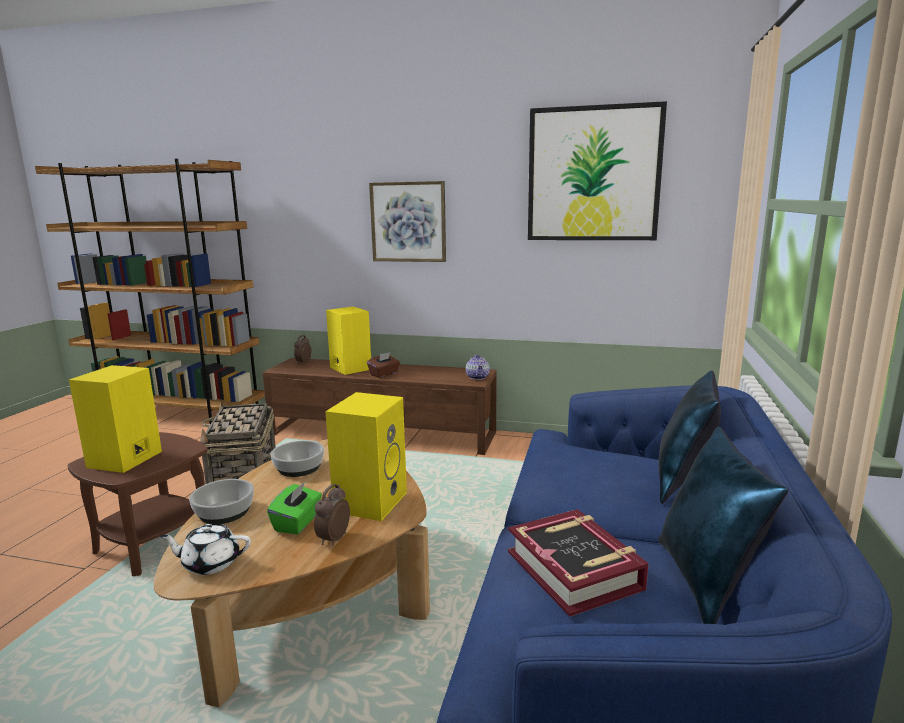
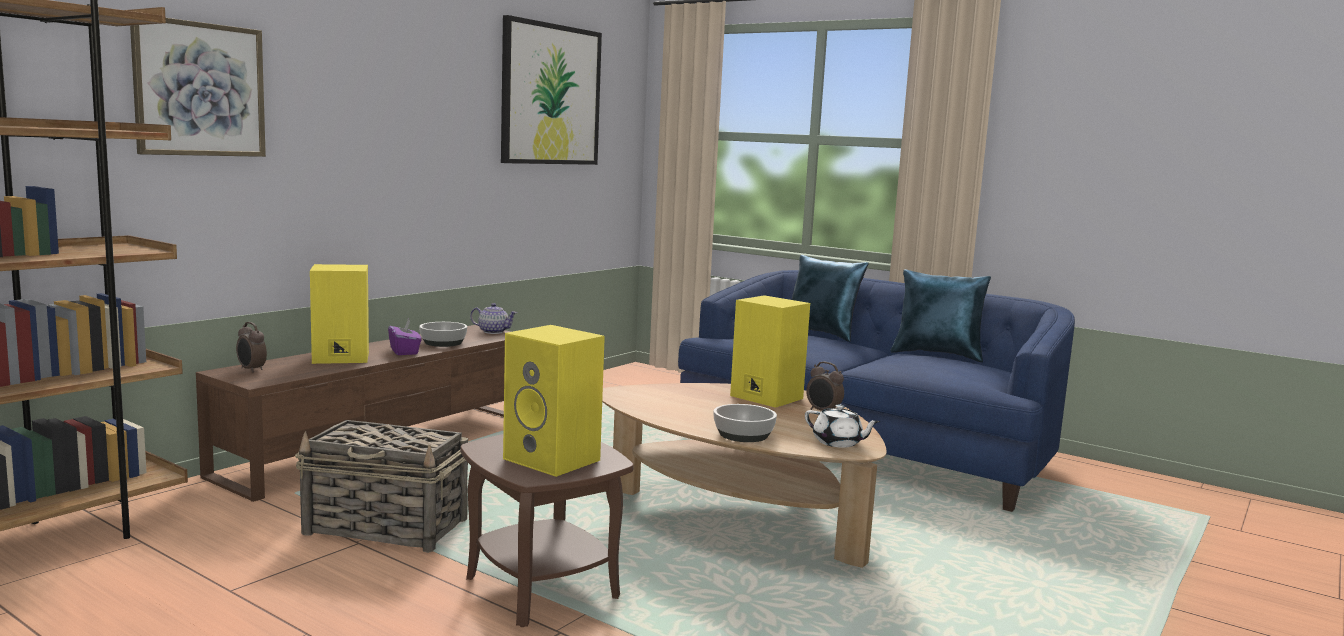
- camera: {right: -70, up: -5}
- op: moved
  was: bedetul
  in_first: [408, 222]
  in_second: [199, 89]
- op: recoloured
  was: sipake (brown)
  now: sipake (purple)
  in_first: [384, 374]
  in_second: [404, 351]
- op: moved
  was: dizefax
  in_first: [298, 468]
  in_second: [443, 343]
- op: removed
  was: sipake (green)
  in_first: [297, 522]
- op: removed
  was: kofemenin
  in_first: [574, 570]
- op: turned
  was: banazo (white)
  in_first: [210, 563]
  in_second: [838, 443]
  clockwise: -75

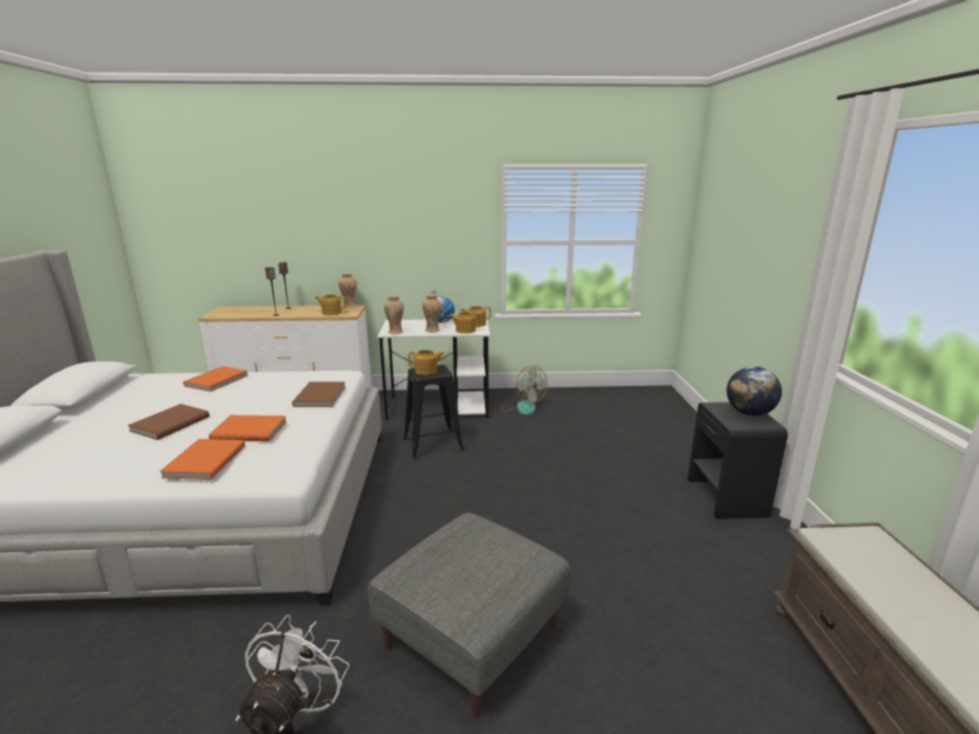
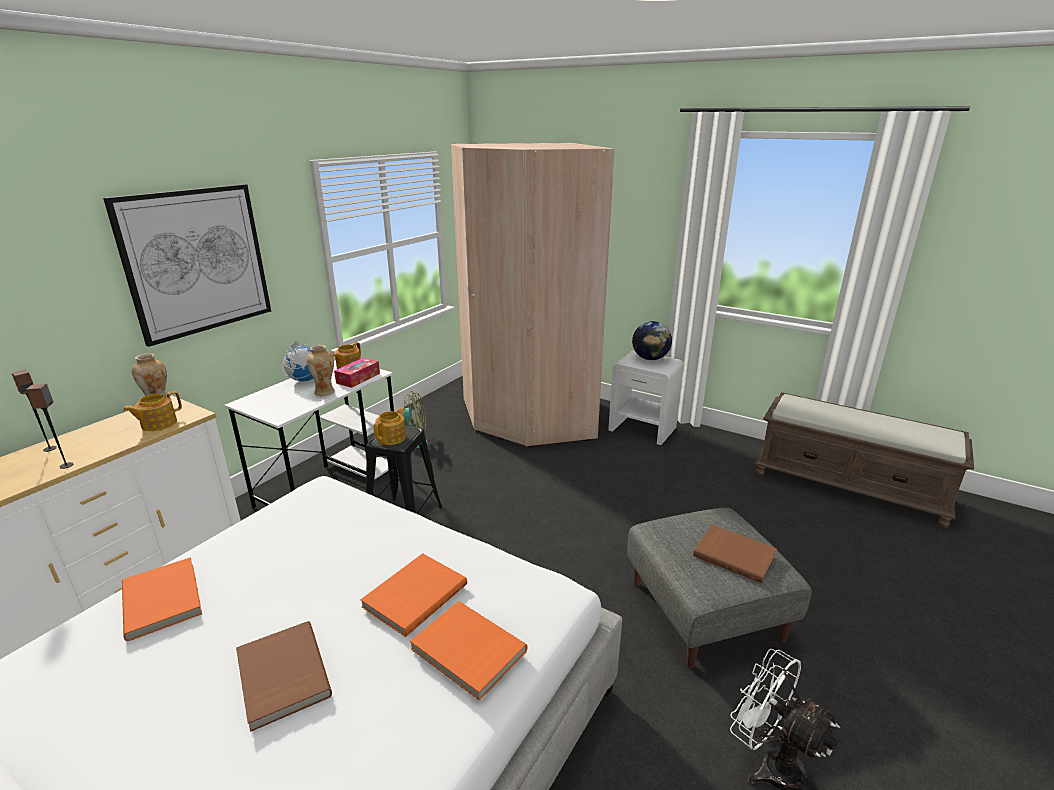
- camera: {right: -55, up: 5}
- op: removed
  was: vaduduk
  in_first: [395, 332]
- op: replaced
  was: banazo
  now: sipake
  in_first: [465, 330]
  in_second: [358, 378]
- op: moved
  was: kofemenin (brown)
  in_first: [321, 396]
  in_second: [735, 555]
- op: recoloured
  was: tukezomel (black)
  now: tukezomel (white)
  in_first: [726, 497]
  in_second: [643, 429]
- op: added
  now: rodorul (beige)
  in_second: [529, 417]
- op: added
  now: bedetul
  in_second: [196, 261]

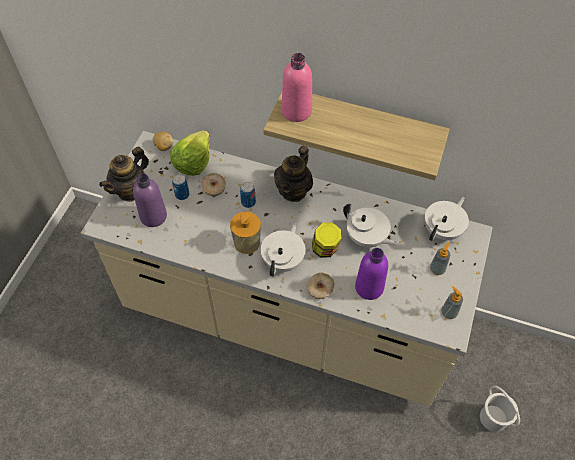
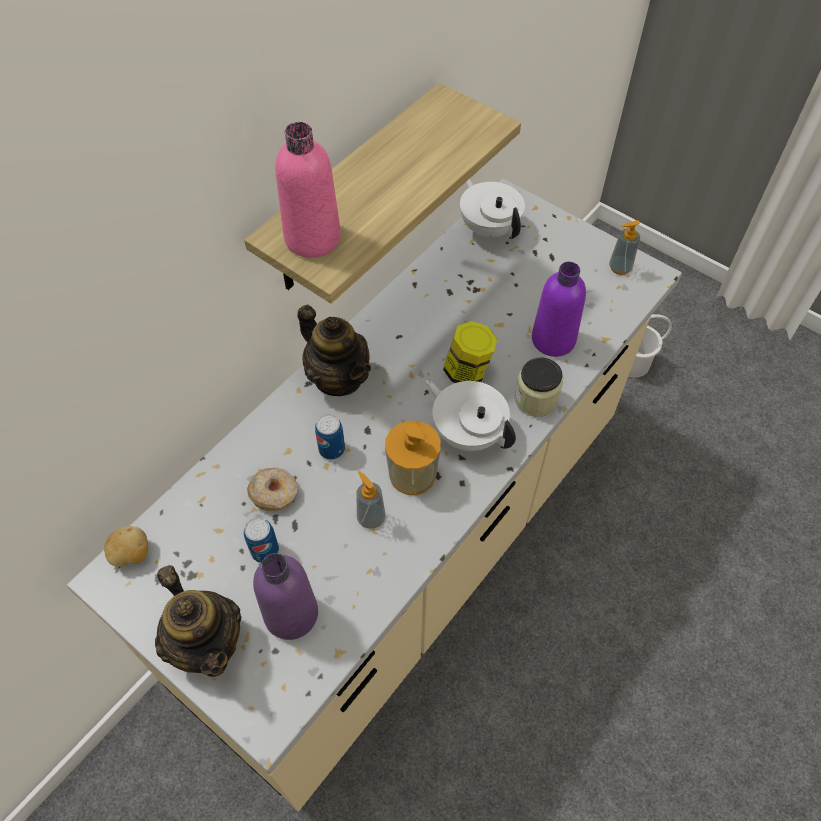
- camera: {right: -70, up: 0}
- op: removed
  was: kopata
  in_first: [193, 162]
- op: removed
  was: banazo (white)
  in_first: [366, 238]
- op: moved
  was: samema
  in_first: [437, 269]
  in_second: [371, 517]
- op: replaced
  was: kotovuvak
  now: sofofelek
  in_first: [320, 288]
  in_second: [536, 399]

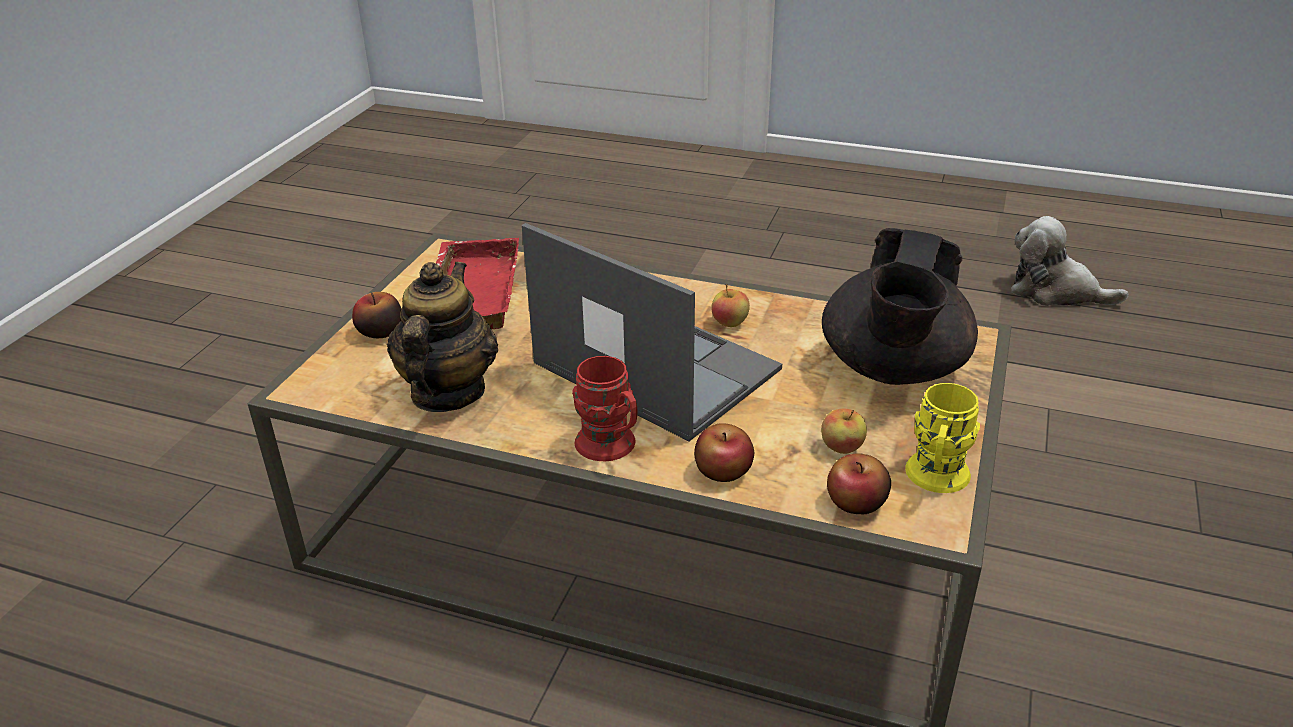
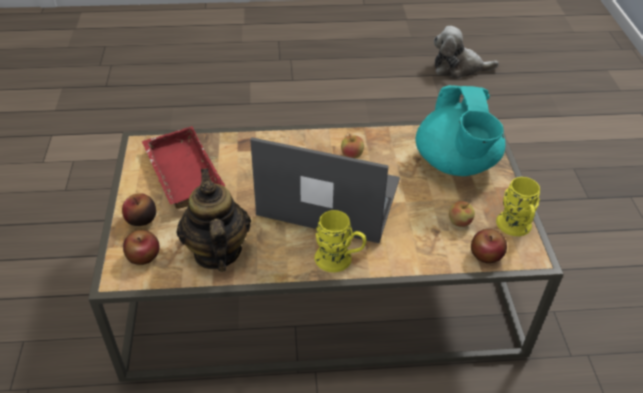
- camera: {right: -25, up: 10}
- op: recoloured
  was: banazo (black)
  now: banazo (turquoise)
  in_first: [892, 370]
  in_second: [456, 164]
- op: recoloured
  was: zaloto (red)
  now: zaloto (yellow)
  in_first: [611, 448]
  in_second: [339, 261]
- op: moved
  was: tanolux
  in_first: [723, 470]
  in_second: [143, 256]

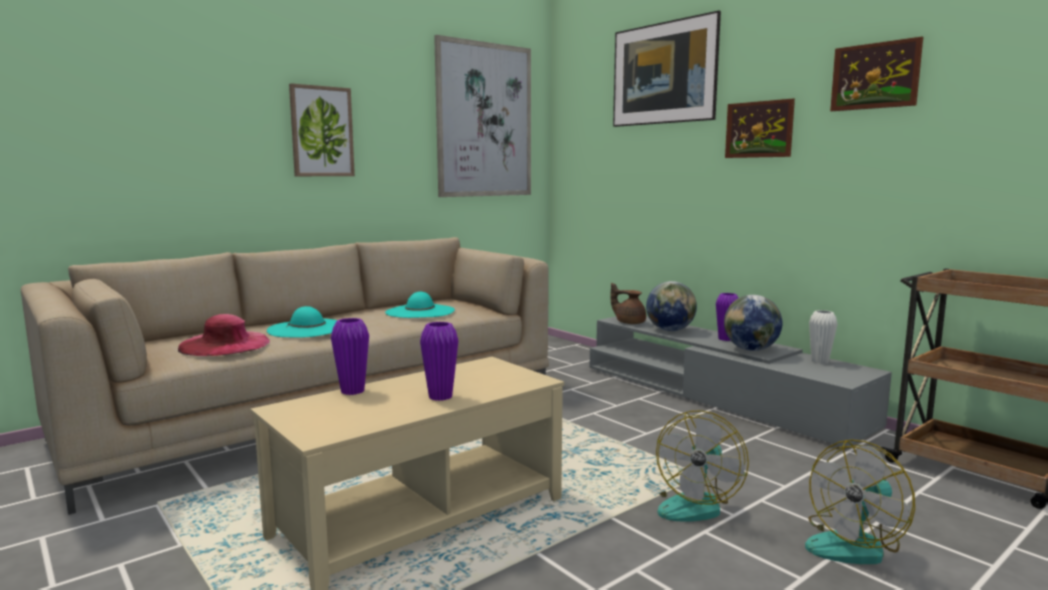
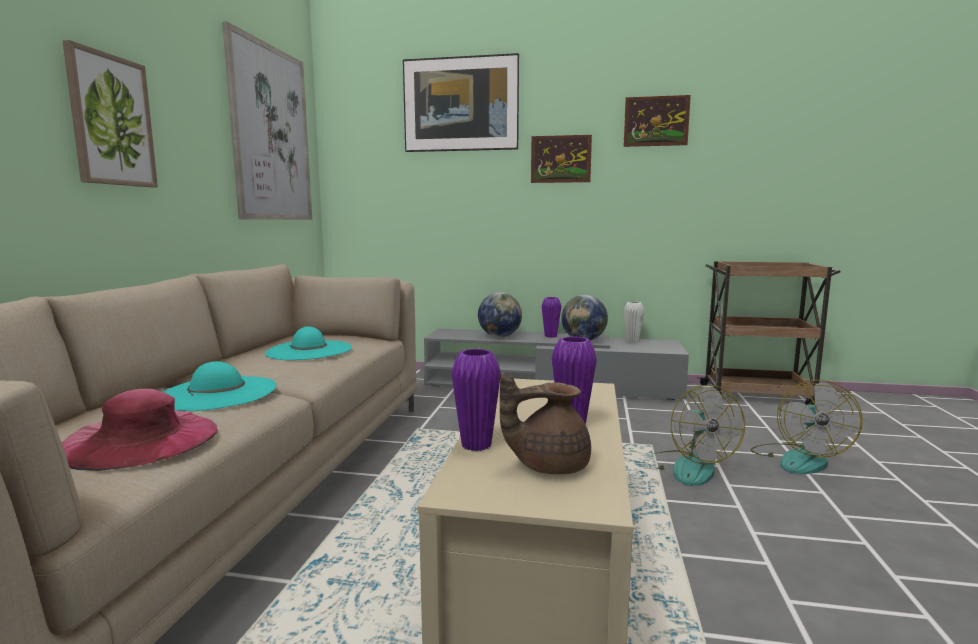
- camera: {right: -40, up: 0}
- op: moved
  was: banazo (brown)
  in_first: [629, 322]
  in_second: [548, 465]

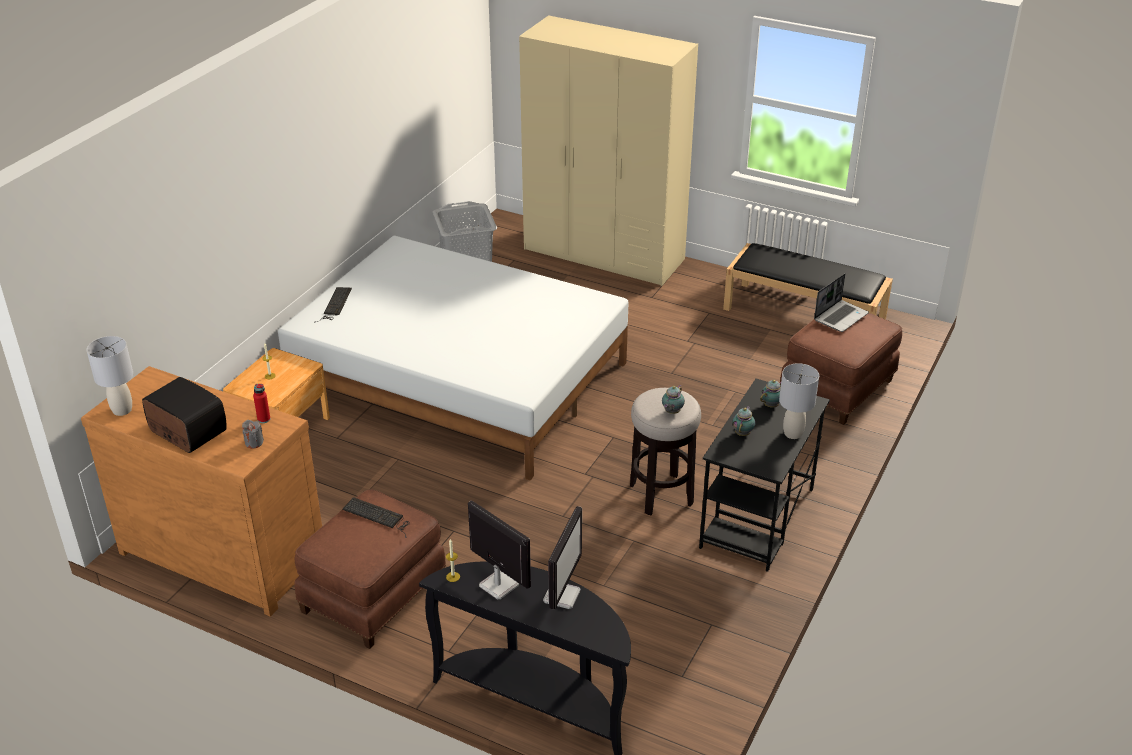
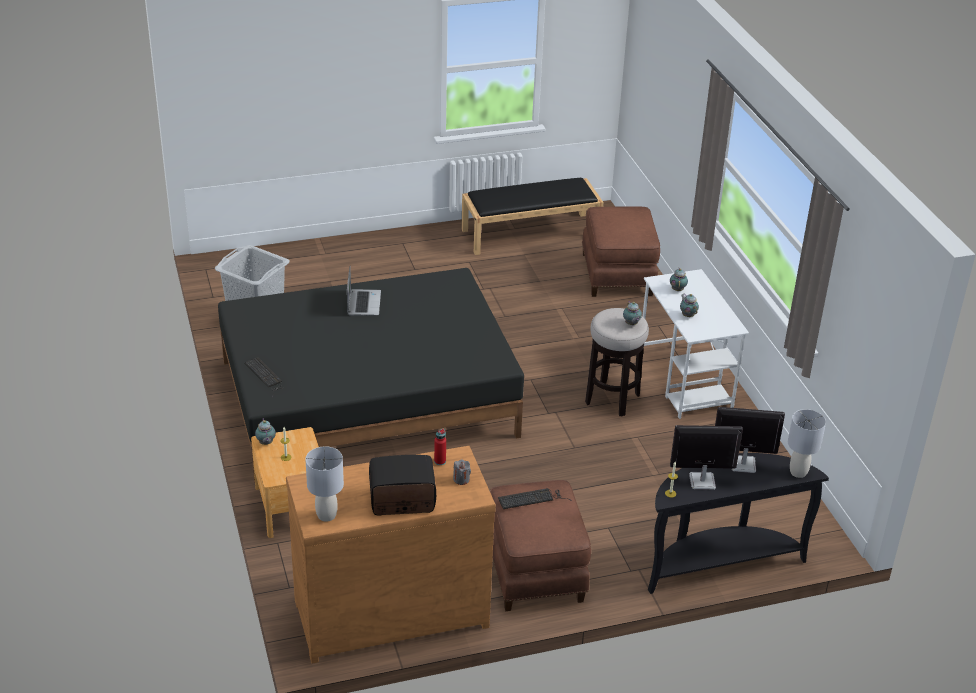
- camera: {right: -45, up: 0}
- op: removed
  was: rodorul (beige)
  in_first: [604, 254]
- op: recoloured
  was: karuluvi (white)
  now: karuluvi (black)
  in_first: [459, 379]
  in_second: [367, 397]
- op: moved
  was: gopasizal
  in_first: [840, 316]
  in_second: [363, 303]
- op: moved
  was: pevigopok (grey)
  in_first: [792, 433]
  in_second: [798, 472]
- op: recoloured
  was: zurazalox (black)
  now: zurazalox (white)
  in_first: [757, 519]
  in_second: [685, 381]
- op: turned
  was: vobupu
  in_first: [562, 595]
  in_second: [742, 464]
  clockwise: -60
- op: added
  now: banazo
  in_second: [266, 443]

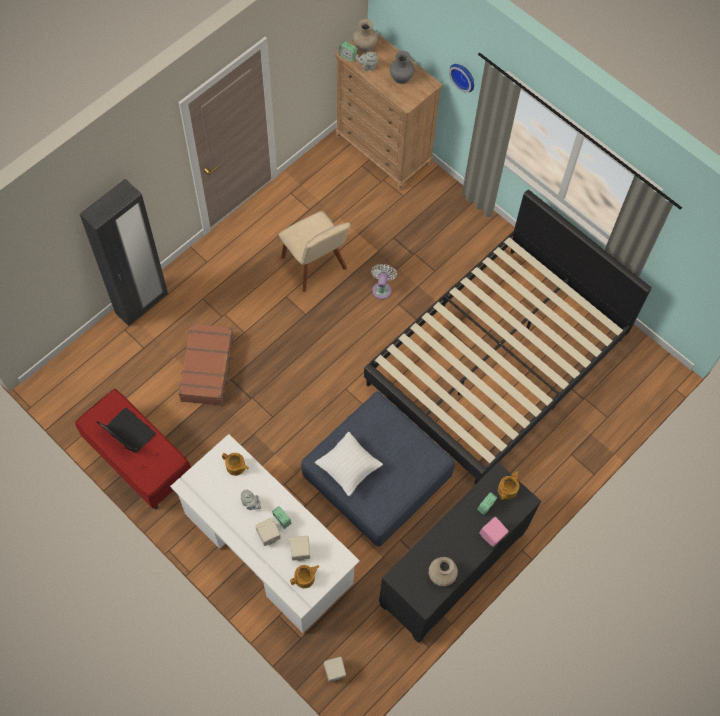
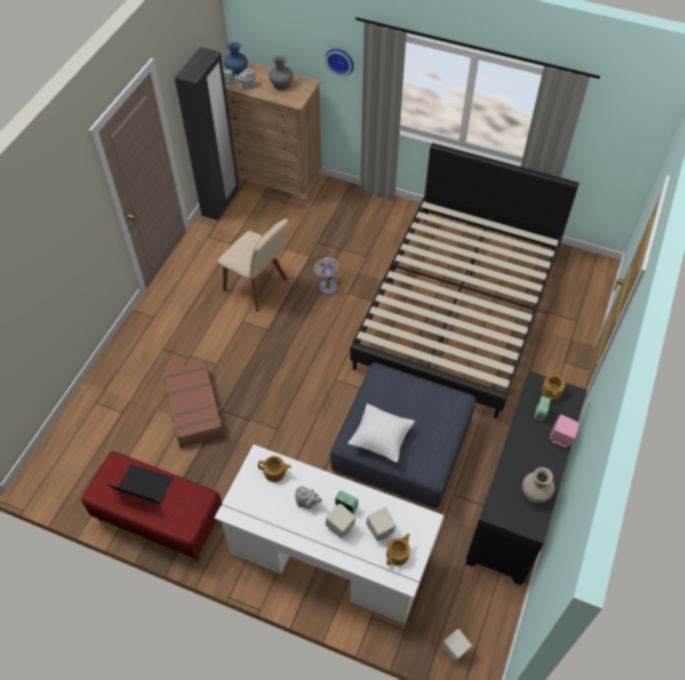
- camera: {right: -20, up: -10}
- op: recoloured
  was: vaduduk (beige)
  now: vaduduk (blue)
  in_first: [364, 46]
  in_second: [237, 72]
- op: moved
  was: rodorul (black)
  in_first: [142, 304]
  in_second: [221, 202]

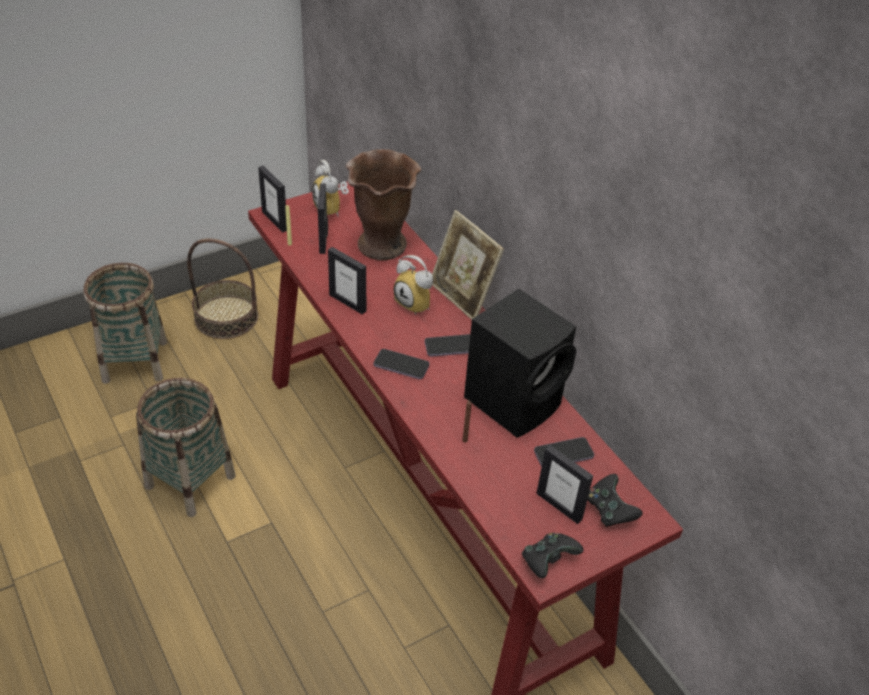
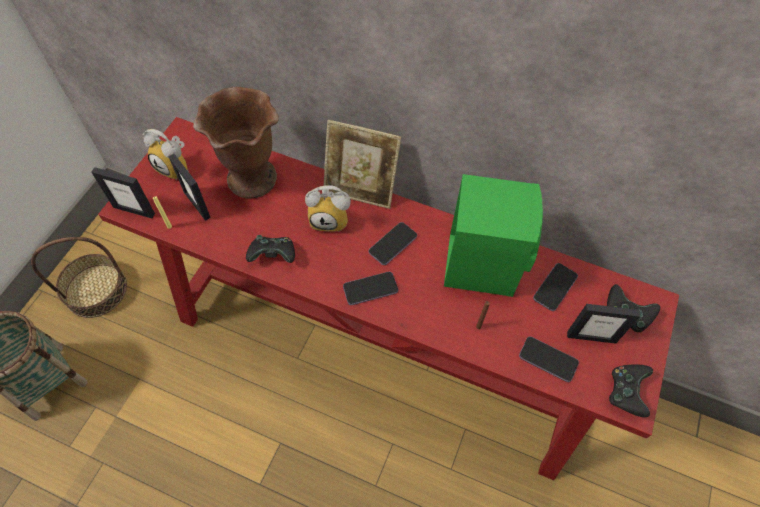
- camera: {right: -35, up: 15}
- op: replaced
  was: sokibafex
  now: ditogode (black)
  in_first: [348, 303]
  in_second: [273, 255]
- op: recoloured
  was: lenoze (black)
  now: lenoze (green)
  in_first: [515, 400]
  in_second: [482, 262]
- op: removed
  was: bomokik
  in_first: [190, 481]
- op: added
  now: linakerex
  in_second: [548, 359]

